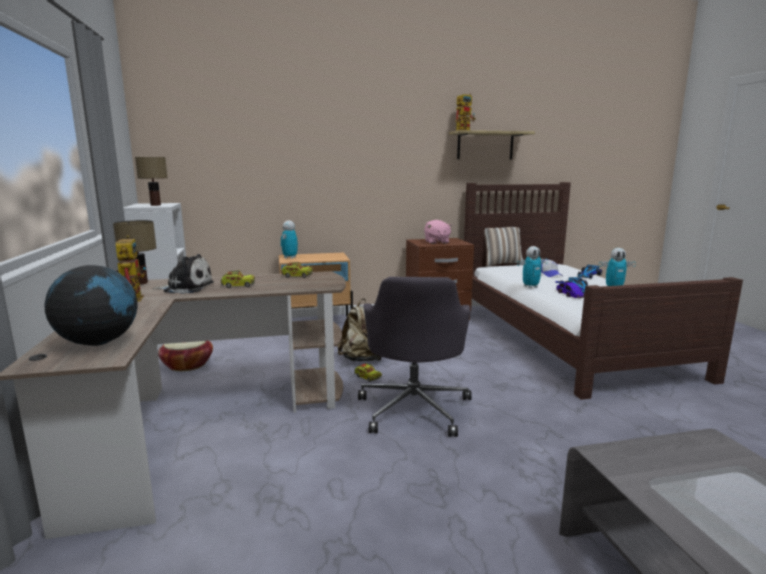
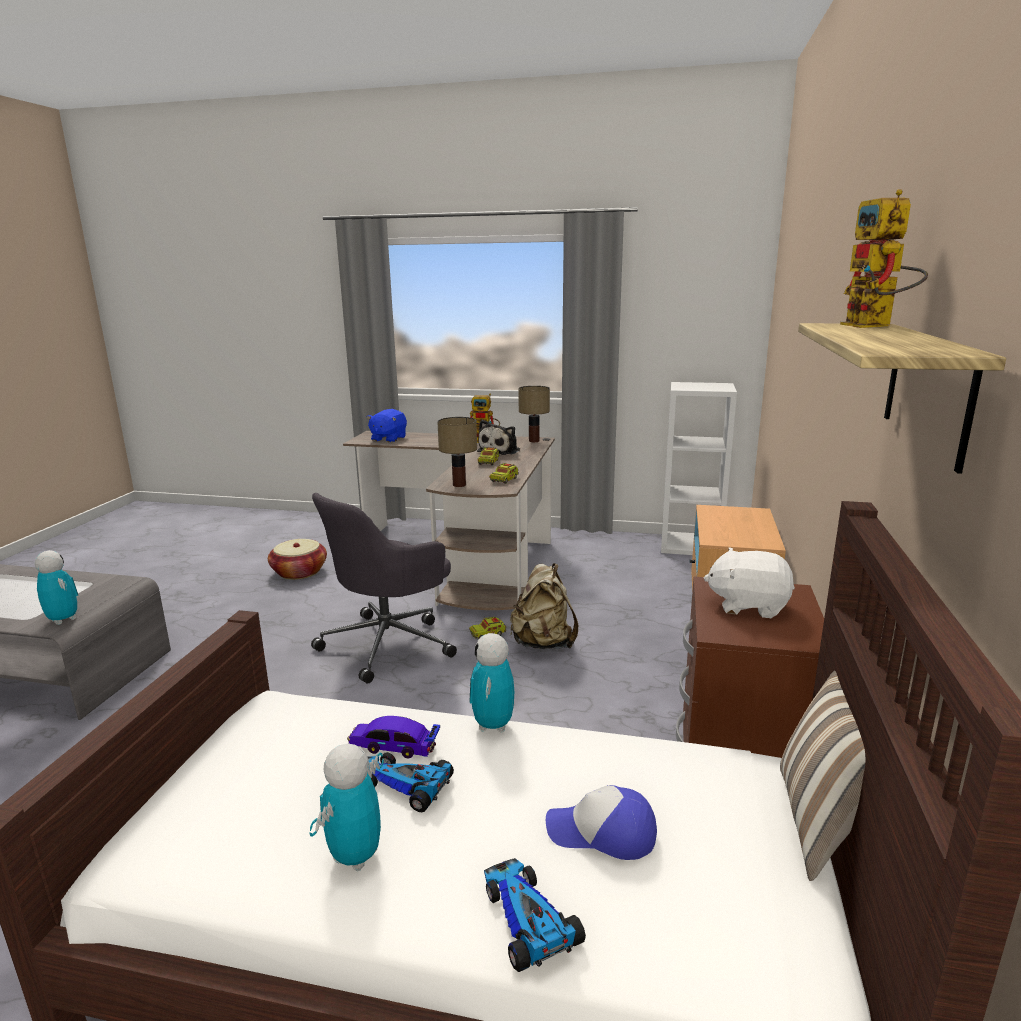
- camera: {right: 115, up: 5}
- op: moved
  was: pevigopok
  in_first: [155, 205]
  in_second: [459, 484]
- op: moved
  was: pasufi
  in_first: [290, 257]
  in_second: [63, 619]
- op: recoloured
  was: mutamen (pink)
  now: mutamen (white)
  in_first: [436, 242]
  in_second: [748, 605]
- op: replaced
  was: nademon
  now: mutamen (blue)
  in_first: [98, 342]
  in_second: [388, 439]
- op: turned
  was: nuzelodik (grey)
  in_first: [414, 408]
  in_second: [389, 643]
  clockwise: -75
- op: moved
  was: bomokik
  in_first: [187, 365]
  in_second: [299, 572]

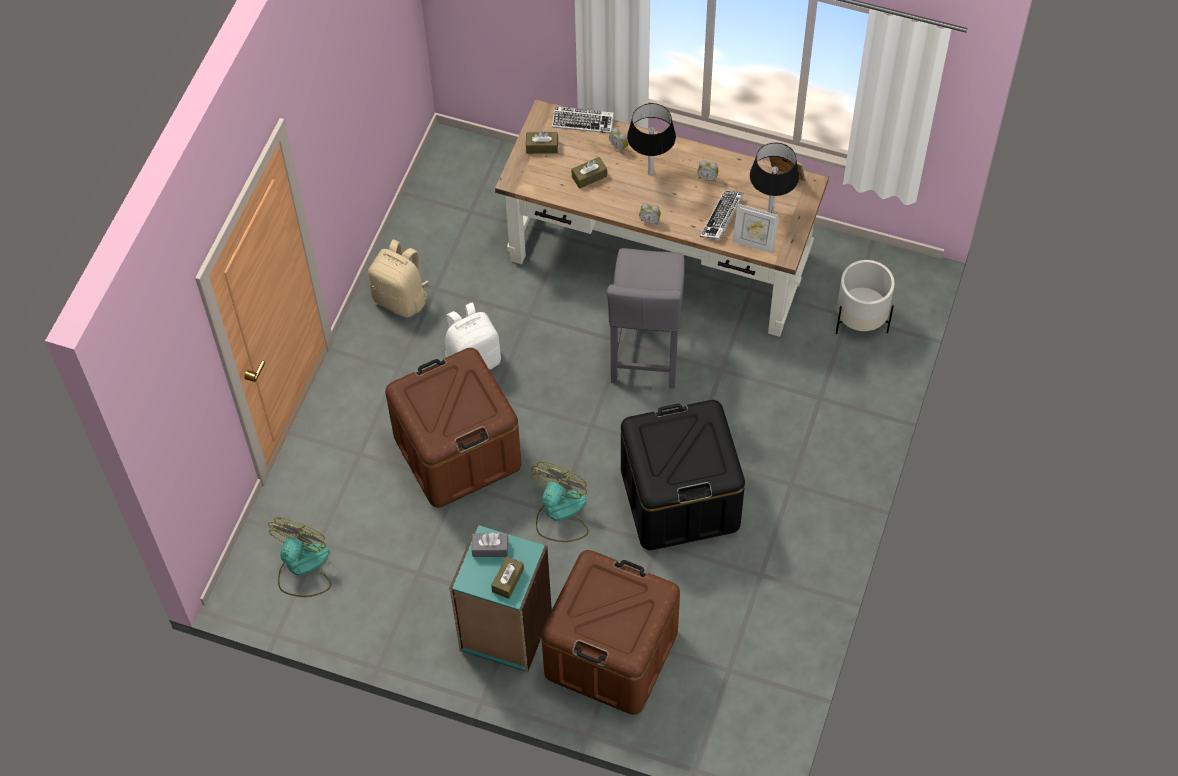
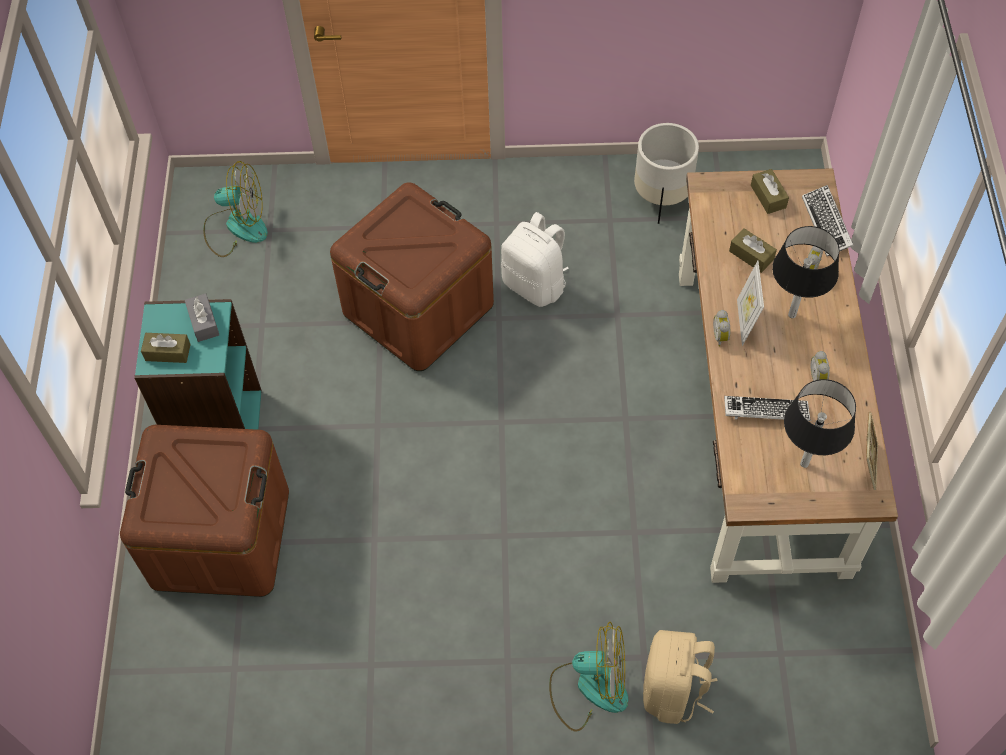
- camera: {right: 70, up: 0}
- op: moved
  was: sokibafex
  in_first: [754, 244]
  in_second: [745, 322]
- op: moved
  was: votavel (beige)
  in_first: [401, 299]
  in_second: [673, 690]
- op: removed
  was: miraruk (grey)
  in_first: [645, 356]
- op: moved
  was: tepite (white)
  in_first: [860, 320]
  in_second: [662, 197]
- op: removed
  was: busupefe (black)
  in_first: [680, 498]
- op: moved
  was: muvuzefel
  in_first: [560, 513]
  in_second: [589, 687]

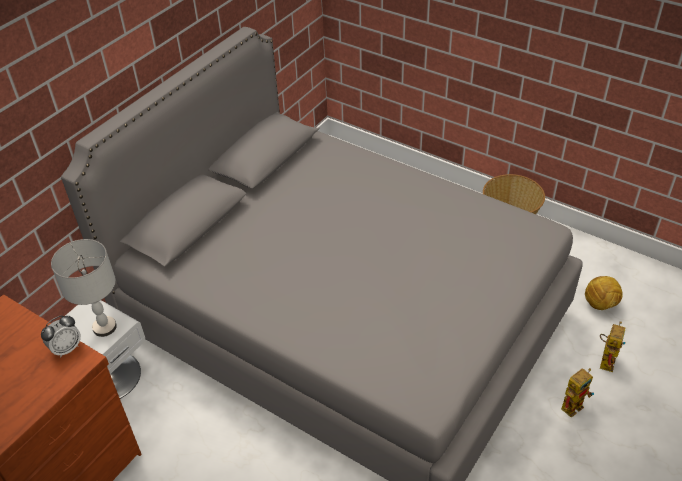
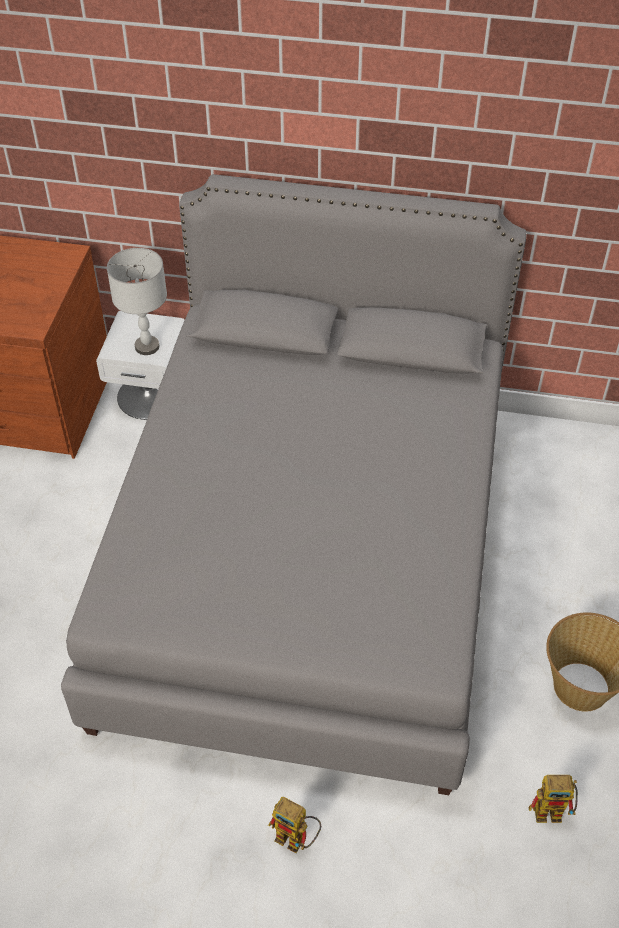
- camera: {right: 65, up: 5}
- op: removed
  was: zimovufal
  in_first: [600, 304]
- op: removed
  was: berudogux
  in_first: [66, 348]
- op: moved
  was: pasufi
  in_first: [606, 359]
  in_second: [554, 811]

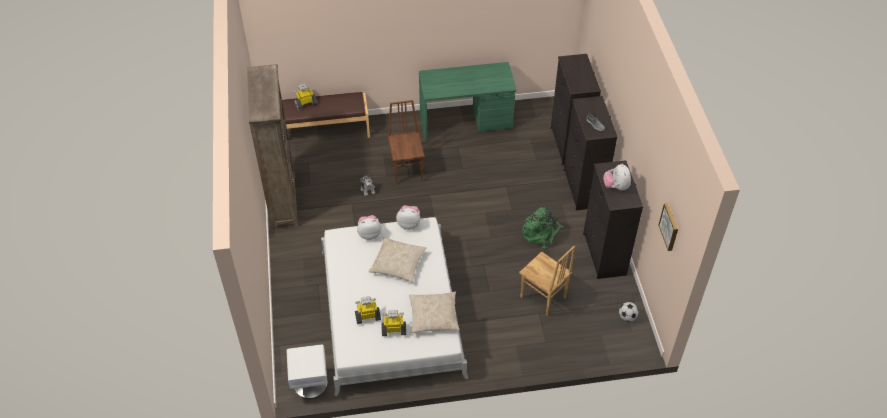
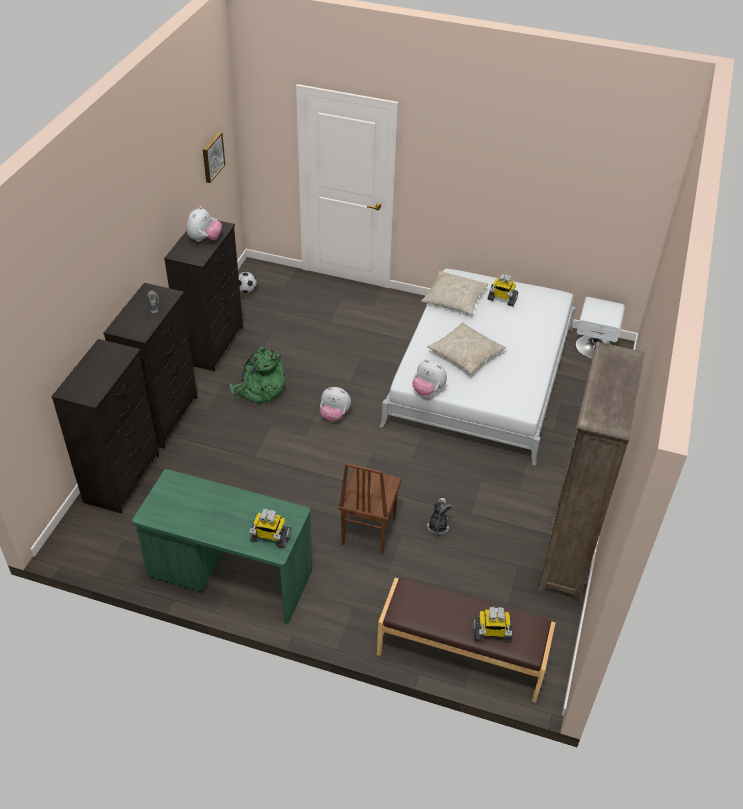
- camera: {right: -155, up: -5}
- op: moved
  was: mutamen
  in_first: [369, 234]
  in_second: [334, 415]
- op: removed
  was: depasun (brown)
  in_first: [542, 298]
- op: moved
  was: pasufi
  in_first: [368, 316]
  in_second: [270, 538]

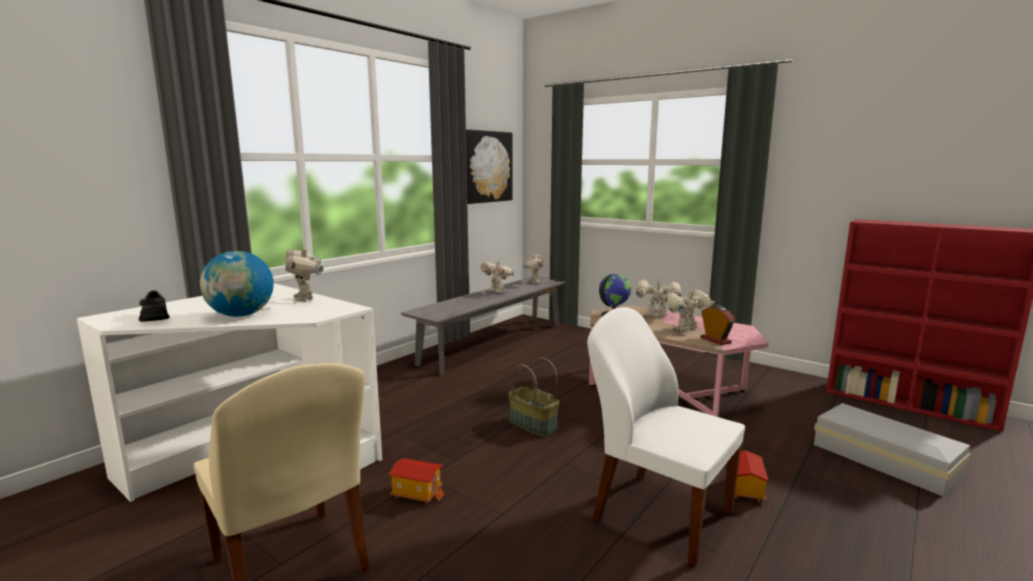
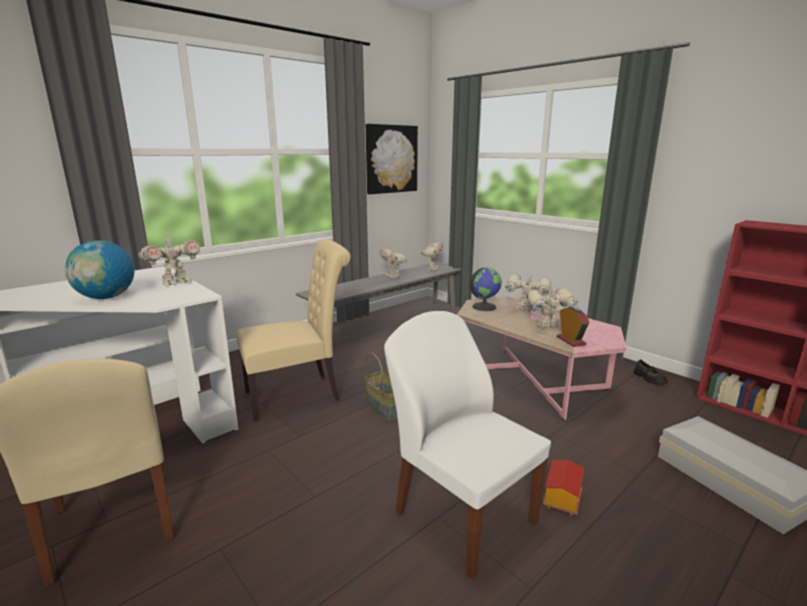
- camera: {right: 10, up: 5}
- op: turned
  was: pasufi
  in_first: [305, 298]
  in_second: [175, 283]
  clockwise: -120
- op: moved
  was: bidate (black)
  in_first: [154, 317]
  in_second: [649, 378]
- op: removed
  was: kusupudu
  in_first: [418, 493]
- op: added
  now: depasun (beige)
  in_second: [298, 395]

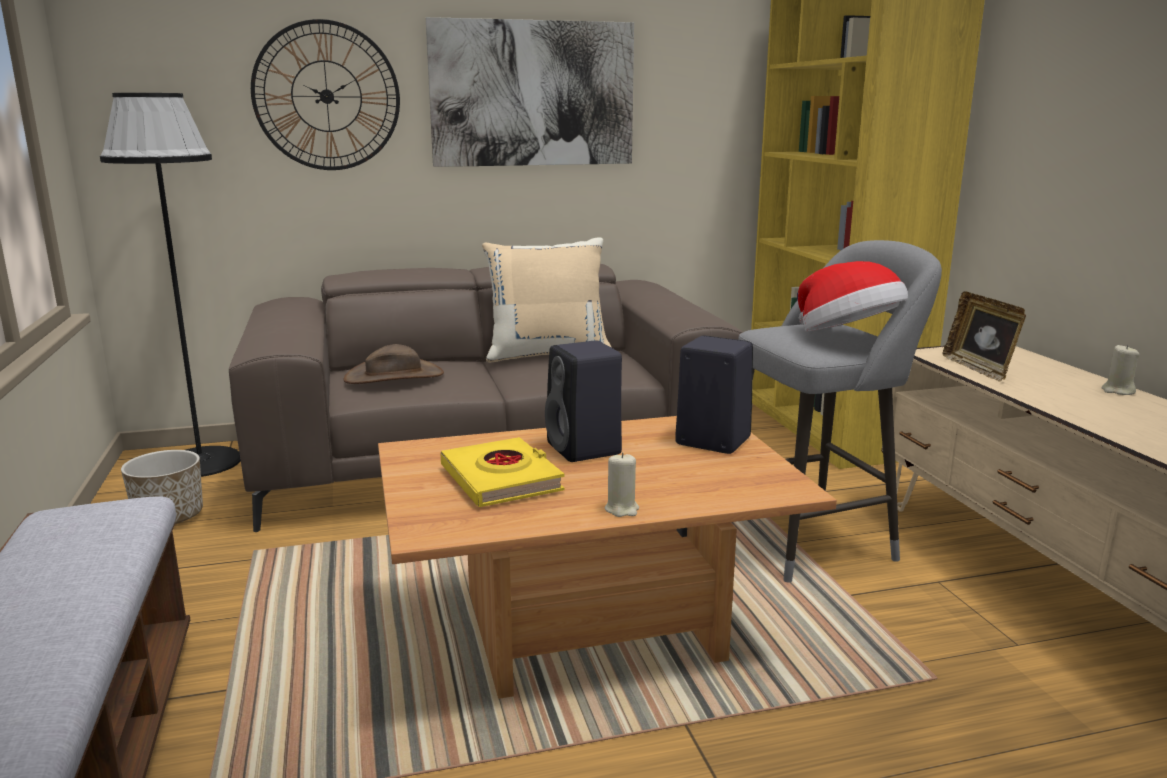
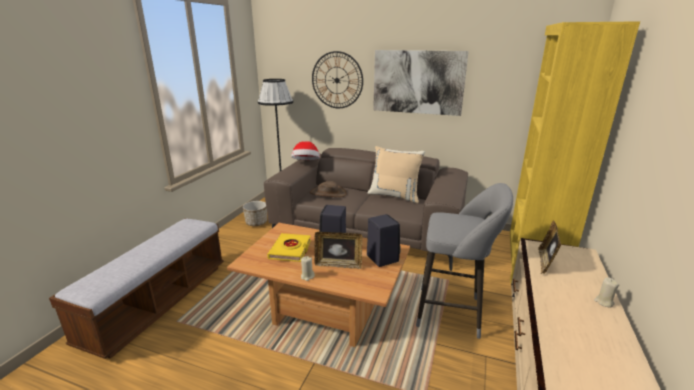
- camera: {right: 35, up: 5}
- op: moved
  was: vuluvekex
  in_first: [848, 337]
  in_second: [306, 163]
- op: added
  now: sokibafex
  in_second: [338, 265]

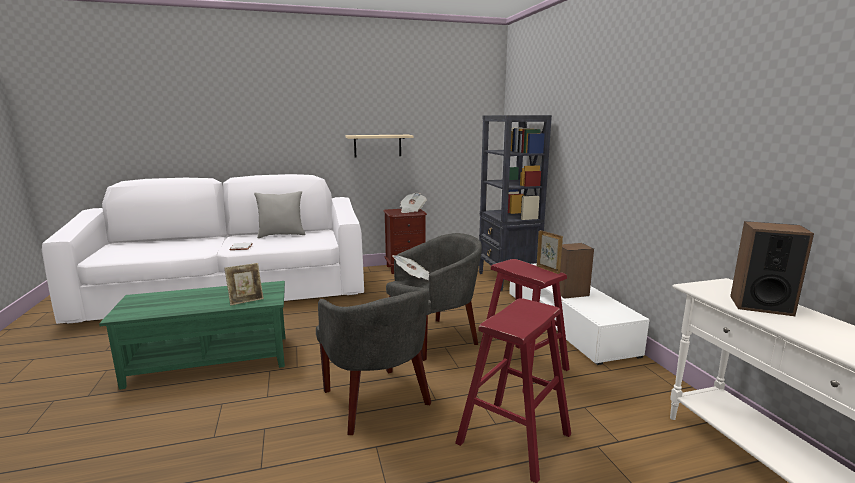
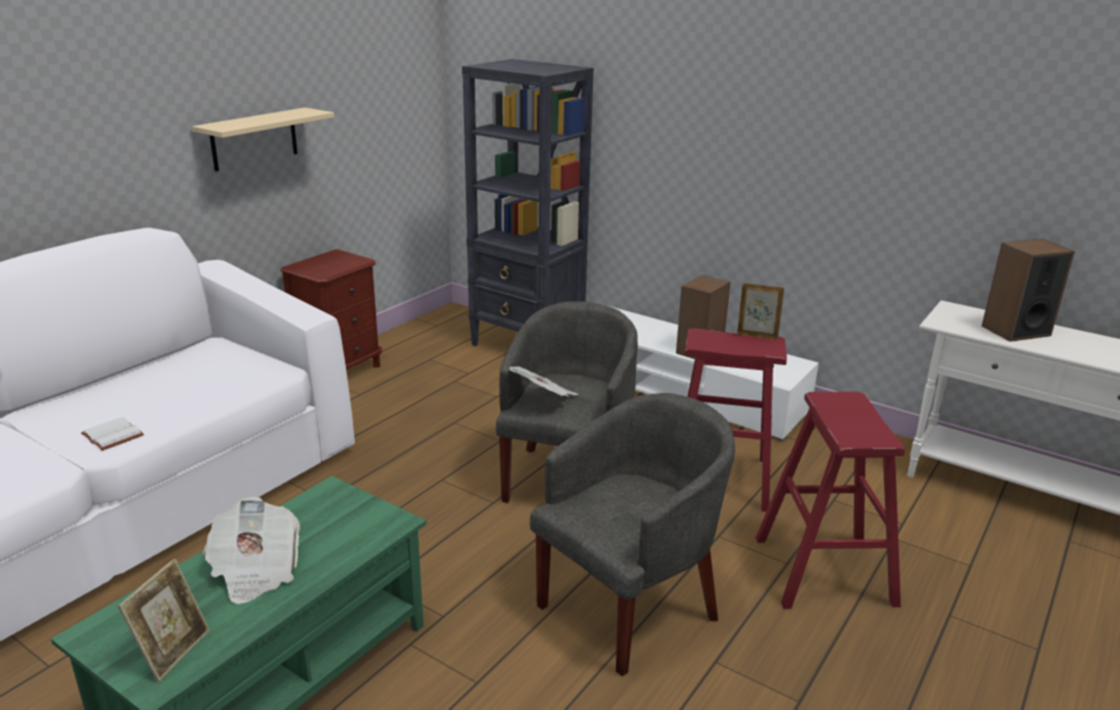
- camera: {right: -40, up: 10}
- op: removed
  was: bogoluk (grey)
  in_first: [281, 235]
- op: moved
  was: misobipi
  in_first: [412, 210]
  in_second: [255, 570]
- op: moved
  was: sokibafex
  in_first: [246, 300]
  in_second: [173, 651]
- op: turned
  was: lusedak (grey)
  in_first: [376, 401]
  in_second: [630, 606]
  clockwise: -60

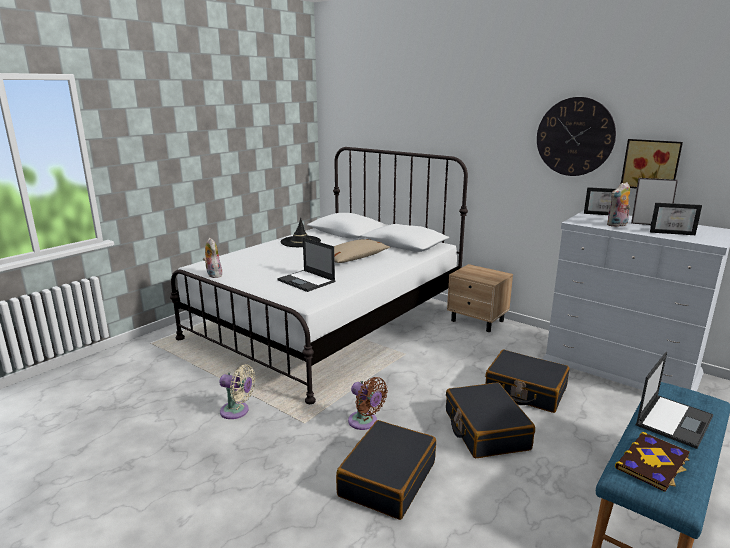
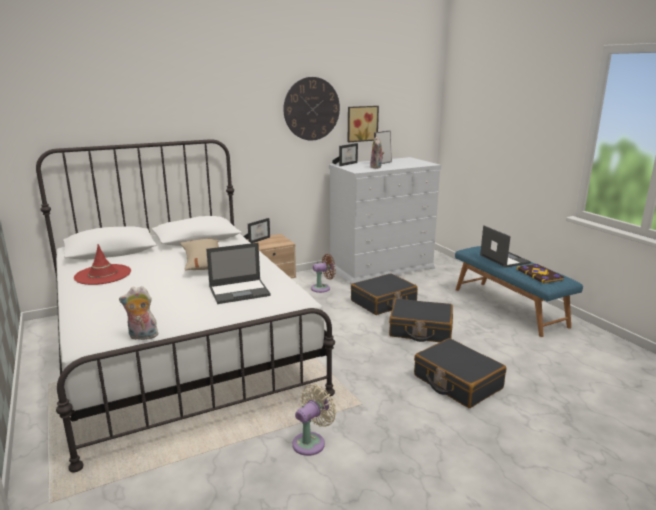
- camera: {right: -65, up: 0}
- op: moved
  was: sokibafex
  in_first: [672, 232]
  in_second: [258, 239]
- op: recoloured
  was: vuluvekex (black)
  now: vuluvekex (red)
  in_first: [300, 242]
  in_second: [103, 275]
- op: moved
  was: muvuzefel (brown)
  in_first: [365, 422]
  in_second: [322, 288]

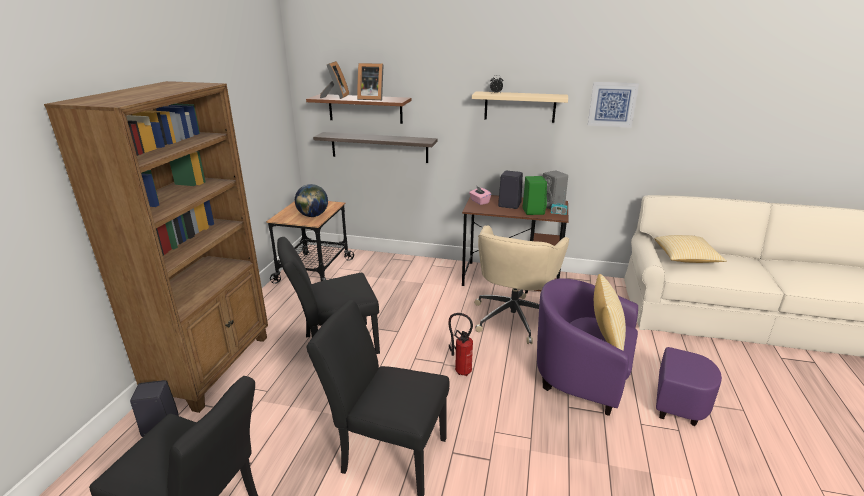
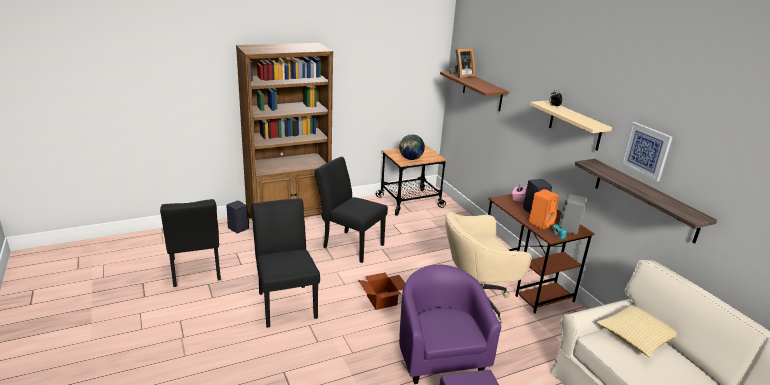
- camera: {right: 50, up: 0}
- op: removed
  was: sokibafex
  in_first: [371, 98]
- op: moved
  was: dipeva
  in_first: [379, 147]
  in_second: [645, 199]
- op: recoloured
  was: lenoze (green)
  now: lenoze (orange)
  in_first: [532, 211]
  in_second: [541, 223]
- op: removed
  was: bogoluk
  in_first: [604, 340]
- op: replaced
  was: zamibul
  now: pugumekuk
  in_first: [460, 371]
  in_second: [382, 300]

